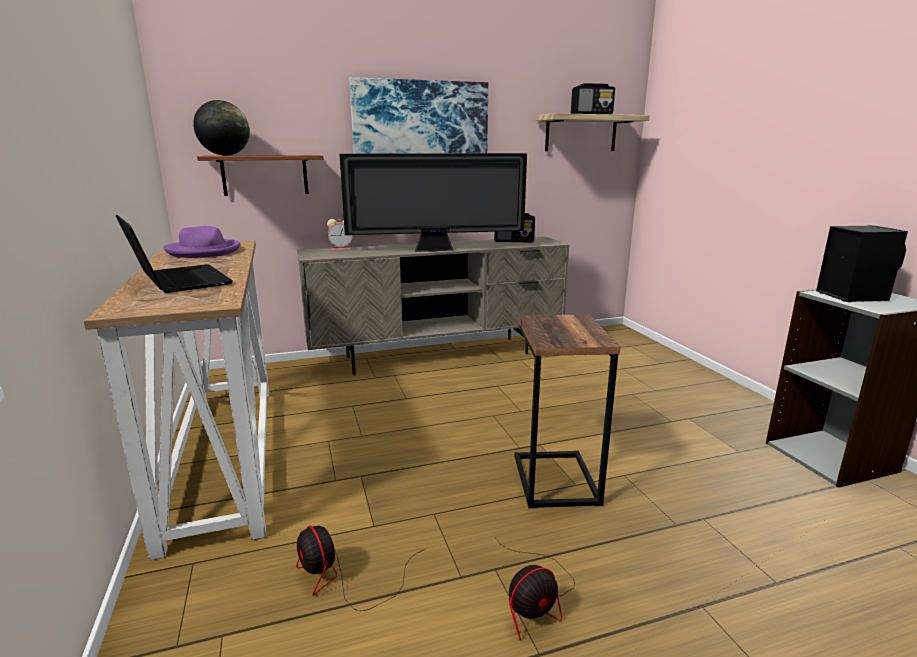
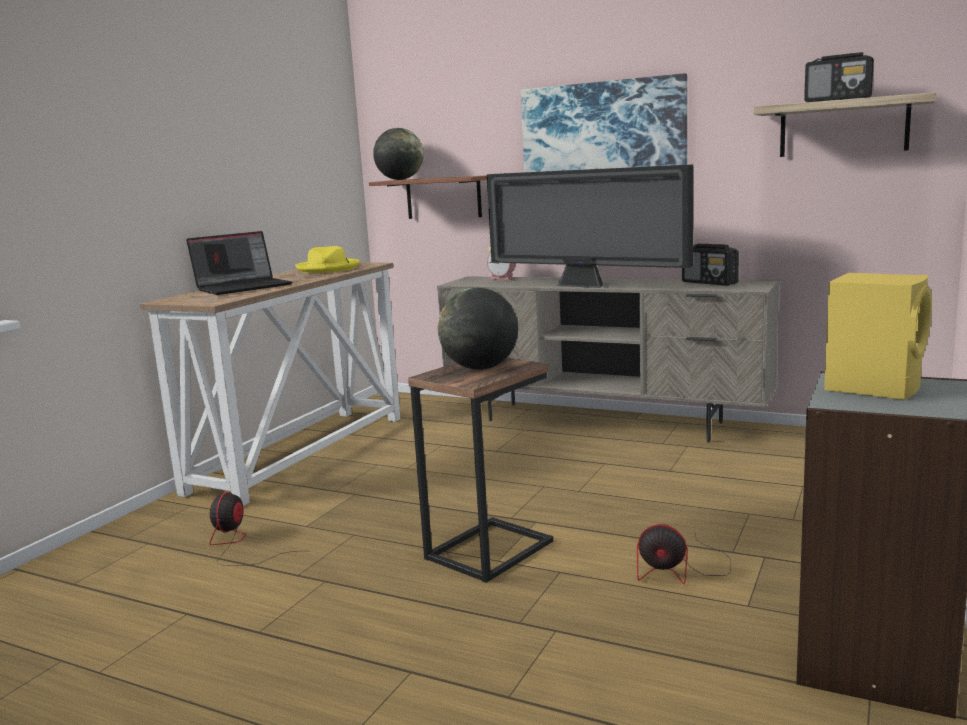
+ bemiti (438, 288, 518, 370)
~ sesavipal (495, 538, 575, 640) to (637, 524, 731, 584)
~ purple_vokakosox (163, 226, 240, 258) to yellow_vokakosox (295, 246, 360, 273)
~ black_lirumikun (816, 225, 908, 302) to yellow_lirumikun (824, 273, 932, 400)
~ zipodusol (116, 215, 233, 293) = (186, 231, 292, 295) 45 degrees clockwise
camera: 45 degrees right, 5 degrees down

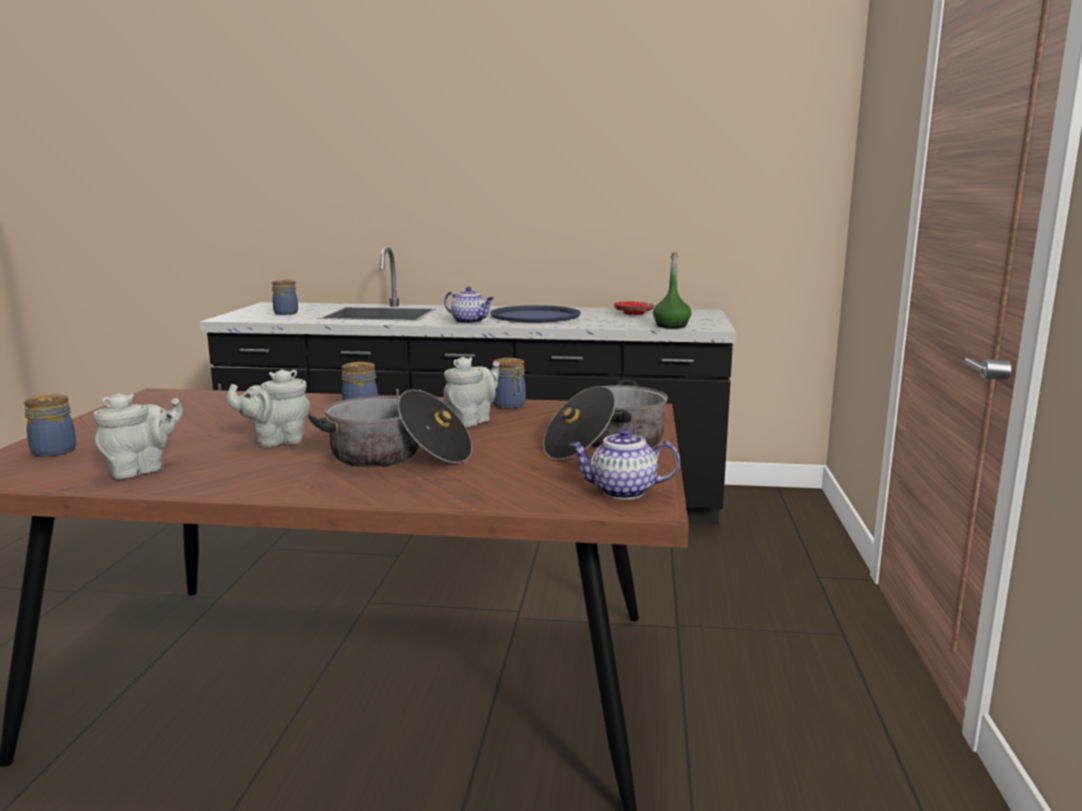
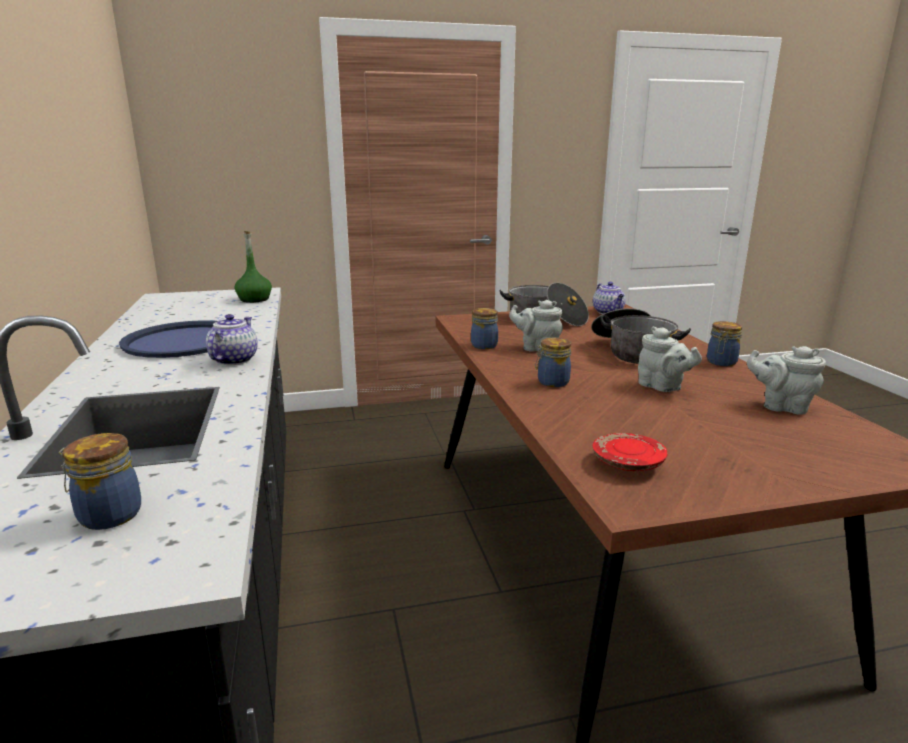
~ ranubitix (24, 394, 76, 457) to (707, 321, 742, 366)
~ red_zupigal (614, 301, 654, 315) to (593, 433, 668, 471)
camera: 110 degrees left, 5 degrees up

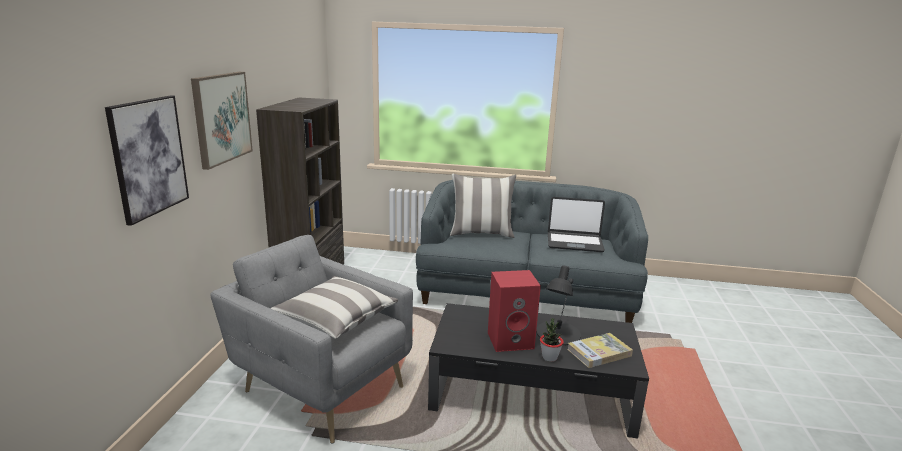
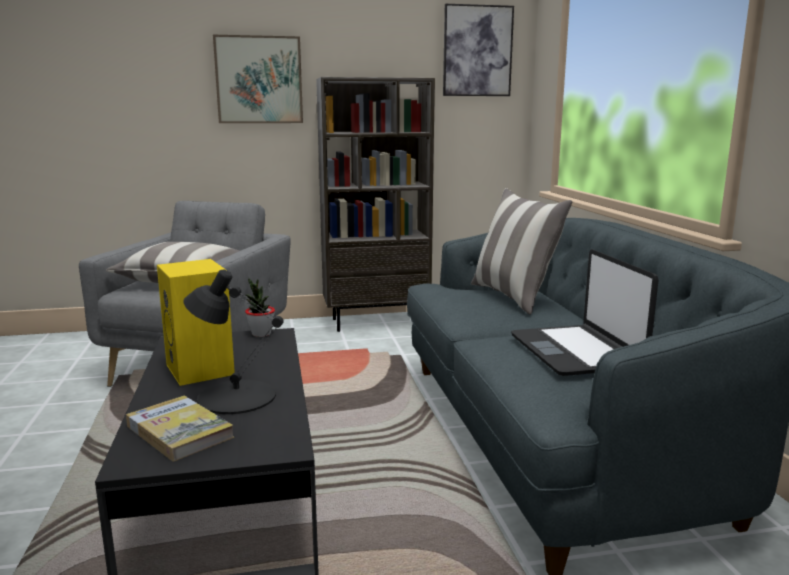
~ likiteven (105, 95, 189, 226) to (443, 4, 514, 96)
~ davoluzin (540, 318, 564, 362) to (245, 278, 275, 337)
~ red_lirumikun (488, 270, 541, 352) to yellow_lirumikun (157, 259, 235, 386)
camera: 70 degrees right, 5 degrees down

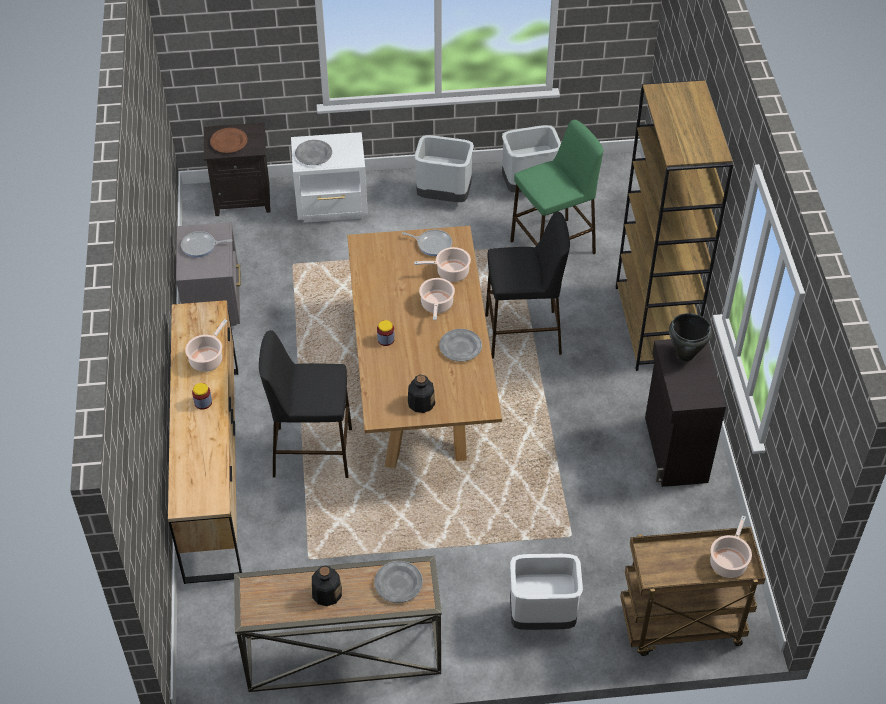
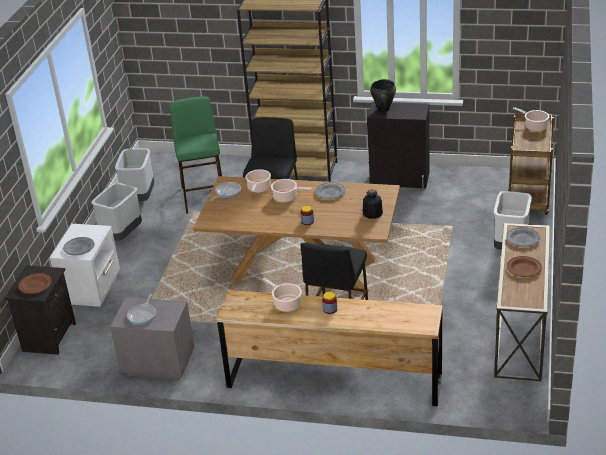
~ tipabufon (312, 565, 342, 606) to brown_zupigal (507, 256, 542, 277)
camera: 70 degrees left, 15 degrees down

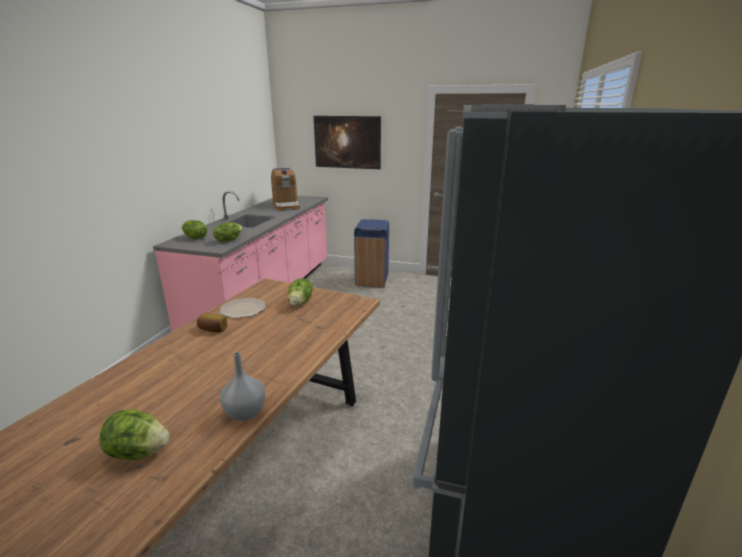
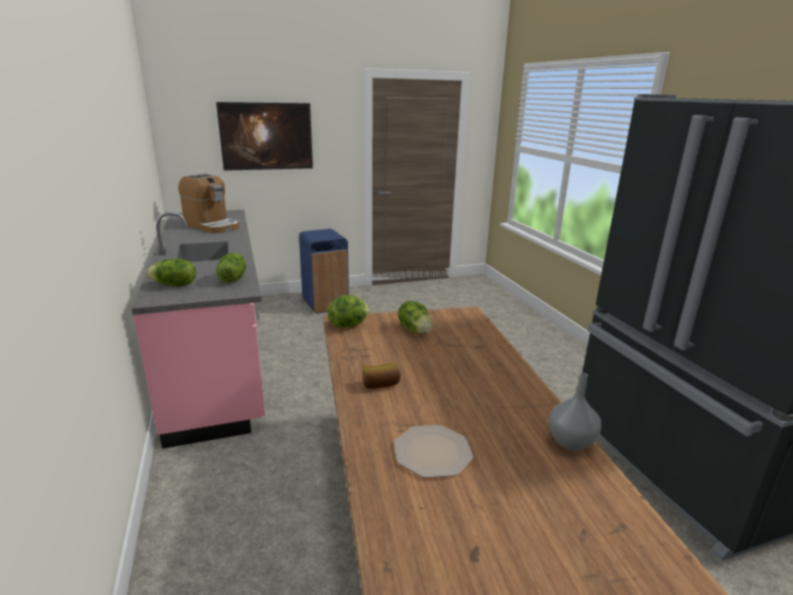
~ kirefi (99, 409, 169, 460) to (327, 295, 369, 328)
~ zupigal (220, 298, 265, 318) to (394, 425, 473, 478)
camera: 35 degrees left, 0 degrees up

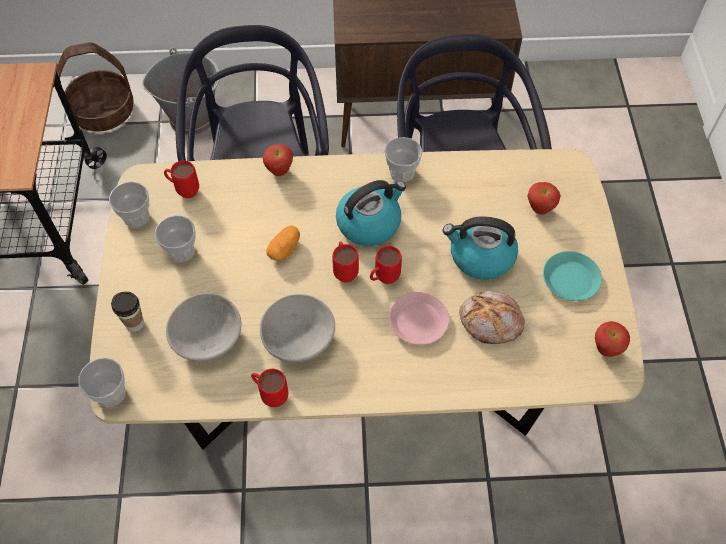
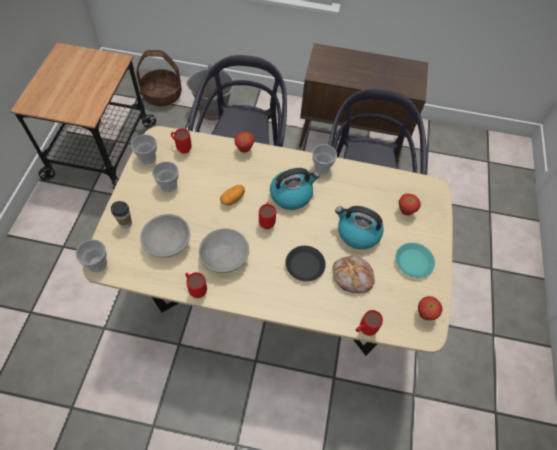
~ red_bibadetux (370, 246, 402, 284) to (356, 310, 383, 336)
~ pink_zupigal (389, 292, 449, 345) to black_zupigal (285, 246, 326, 282)
camera: 10 degrees right, 0 degrees up

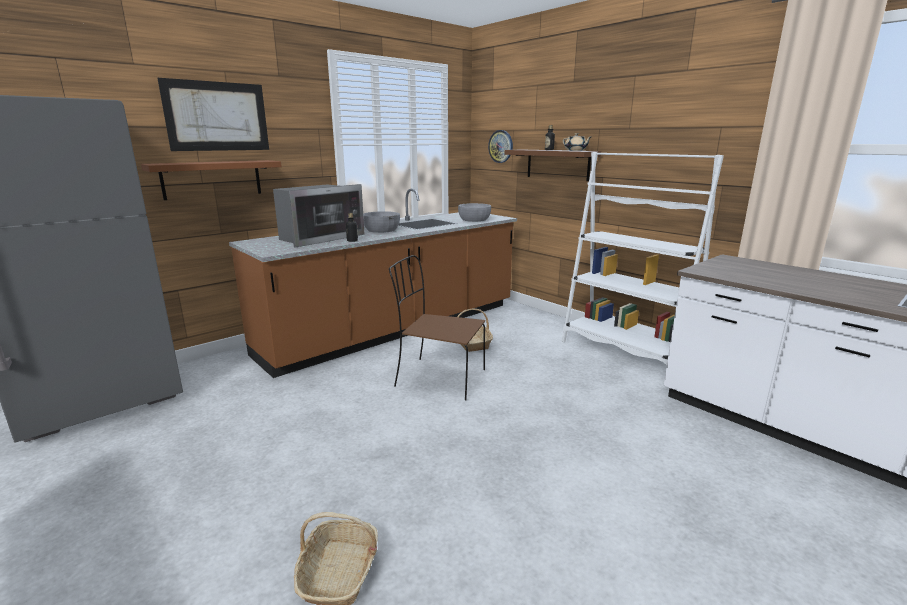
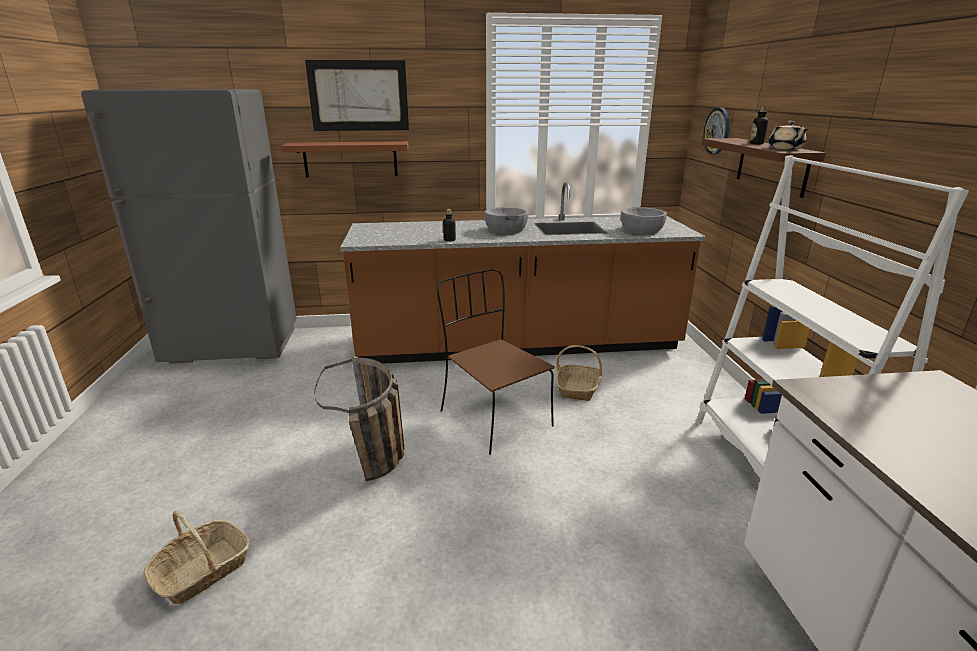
- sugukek (273, 184, 365, 248)
+ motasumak (314, 358, 404, 481)
camera: 35 degrees right, 5 degrees up

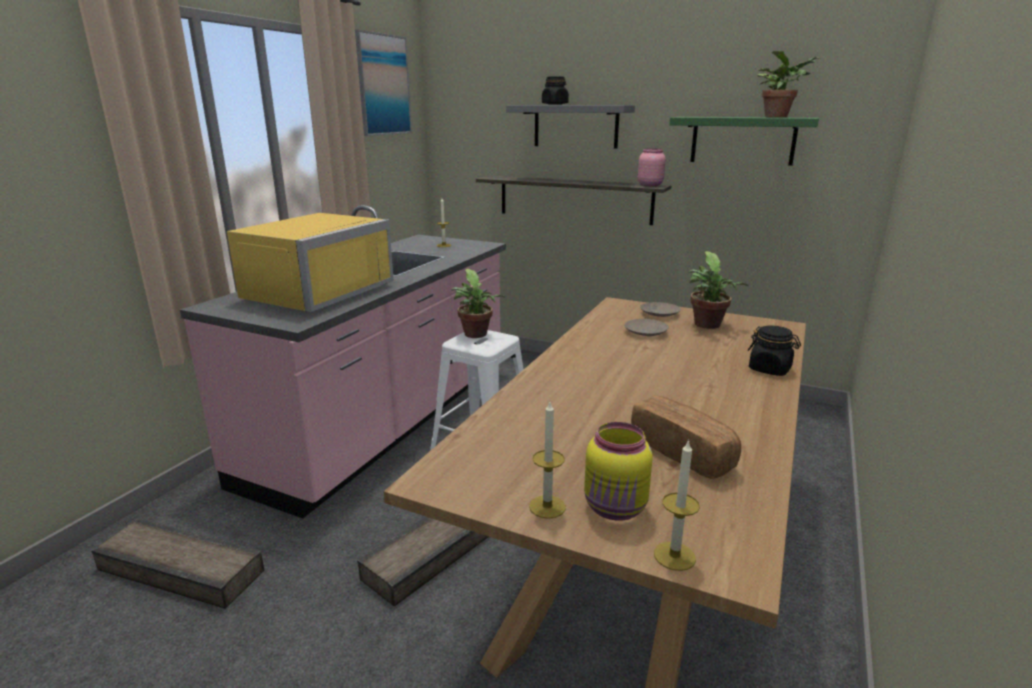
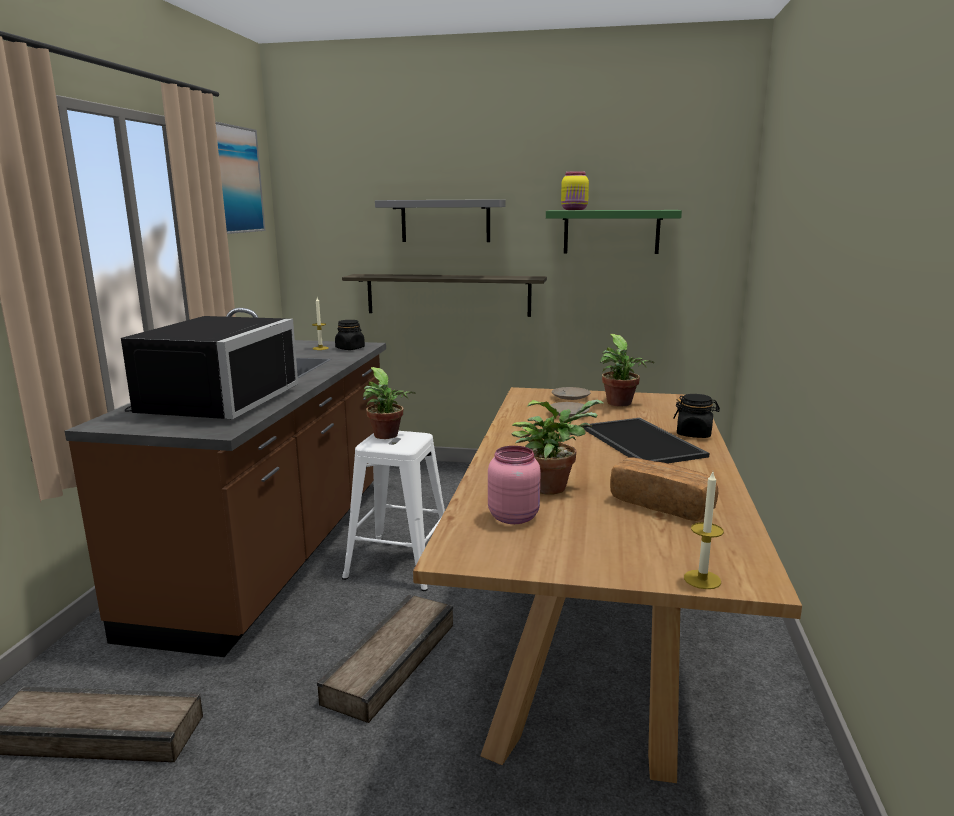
- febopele (529, 402, 566, 519)
+ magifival (583, 418, 709, 463)
~ black_ranubitix (542, 76, 569, 105) to (335, 320, 365, 350)
~ yellow_ranubitix (584, 422, 653, 521) to (561, 171, 589, 210)
~ pink_ranubitix (638, 148, 666, 186) to (488, 446, 541, 524)
~ davoluzin (757, 51, 820, 117) to (511, 400, 603, 495)
~ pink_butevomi (180, 205, 506, 518) to brown_butevomi (65, 308, 386, 657)
~ yellow_sugukek (227, 213, 394, 312) to black_sugukek (121, 316, 298, 419)
camera: 15 degrees left, 5 degrees down

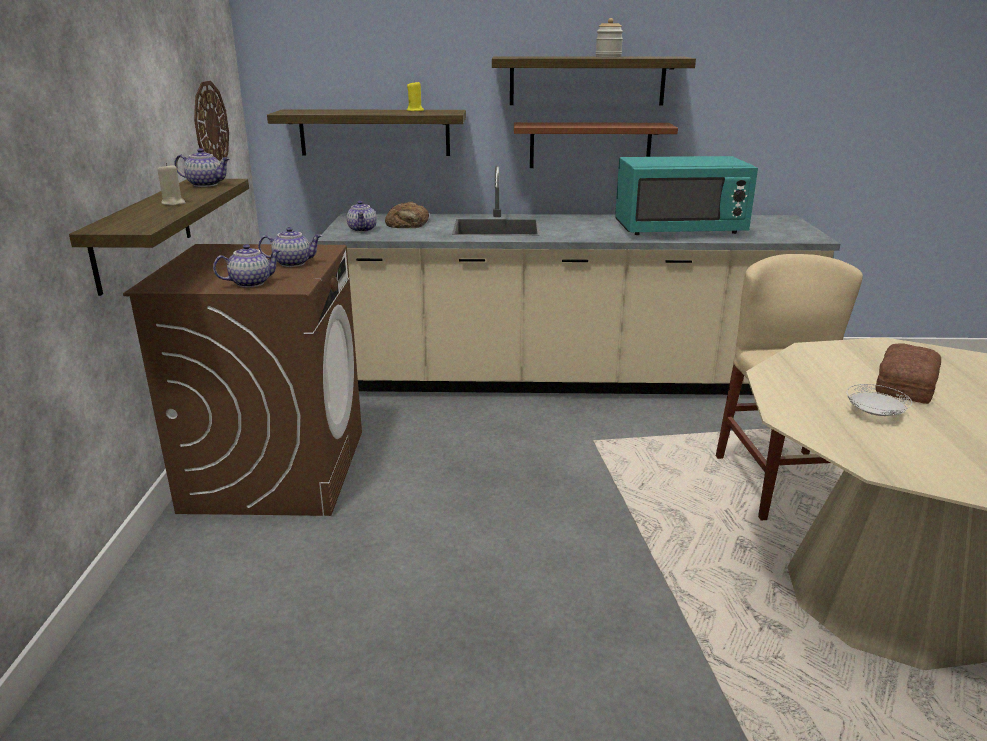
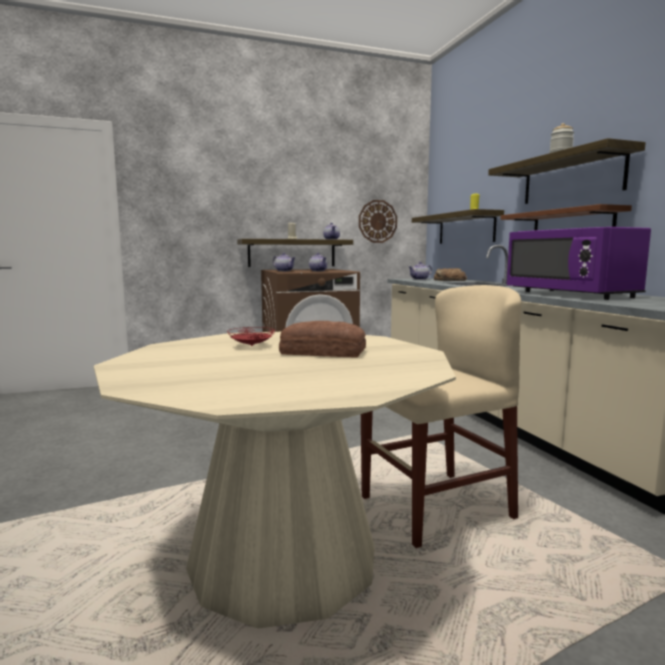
~ turquoise_sugukek (615, 156, 758, 235) to purple_sugukek (507, 227, 651, 300)
~ white_zupigal (847, 384, 912, 416) to red_zupigal (227, 327, 275, 346)
camera: 70 degrees right, 15 degrees down

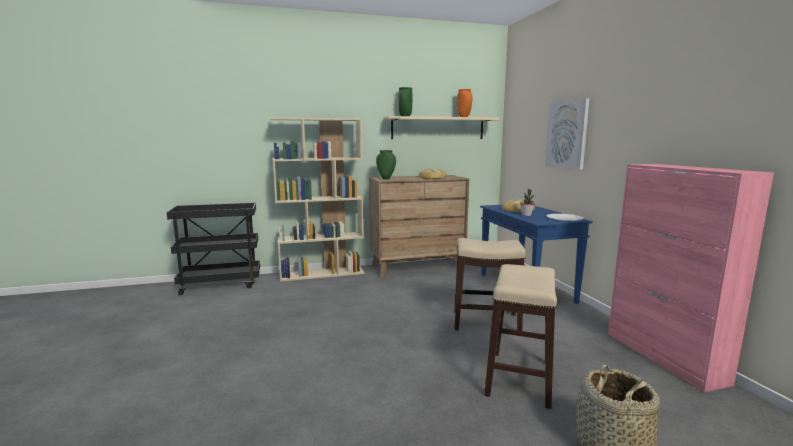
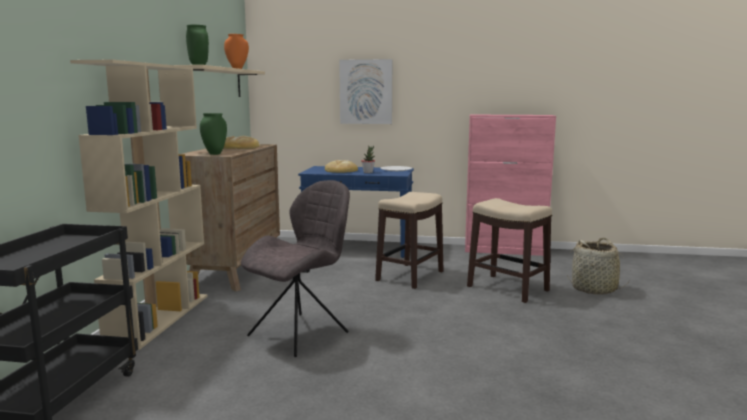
+ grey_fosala (241, 180, 350, 357)
camera: 65 degrees left, 0 degrees up

